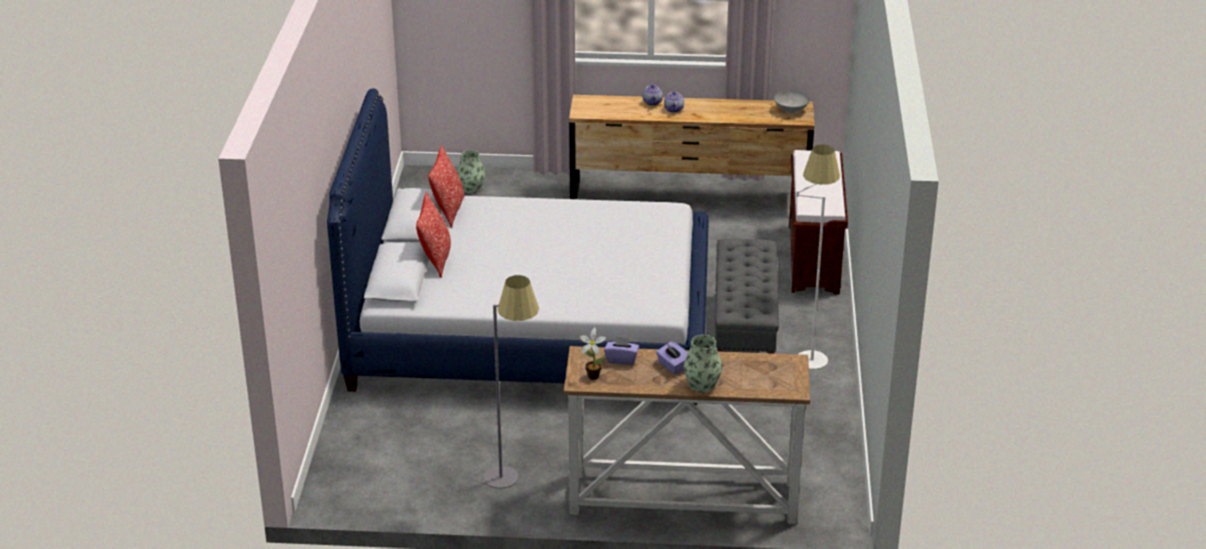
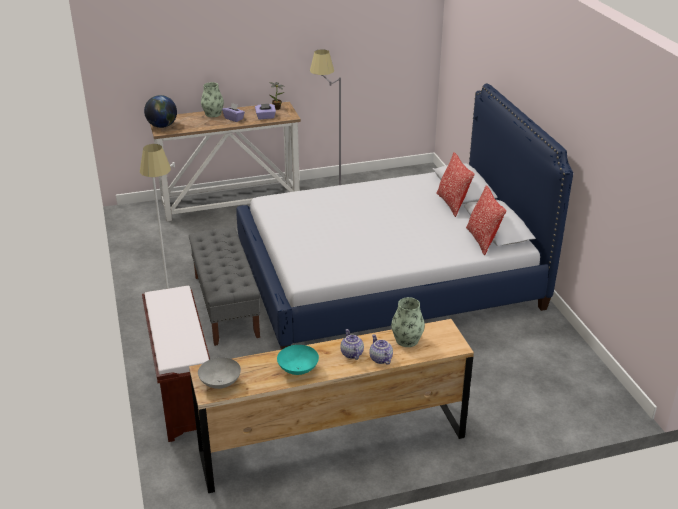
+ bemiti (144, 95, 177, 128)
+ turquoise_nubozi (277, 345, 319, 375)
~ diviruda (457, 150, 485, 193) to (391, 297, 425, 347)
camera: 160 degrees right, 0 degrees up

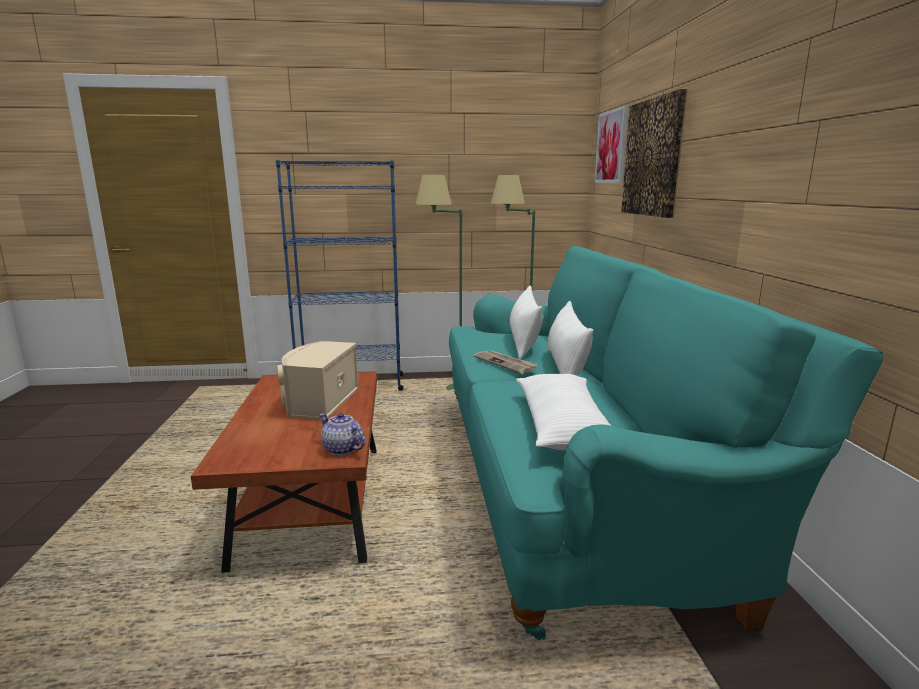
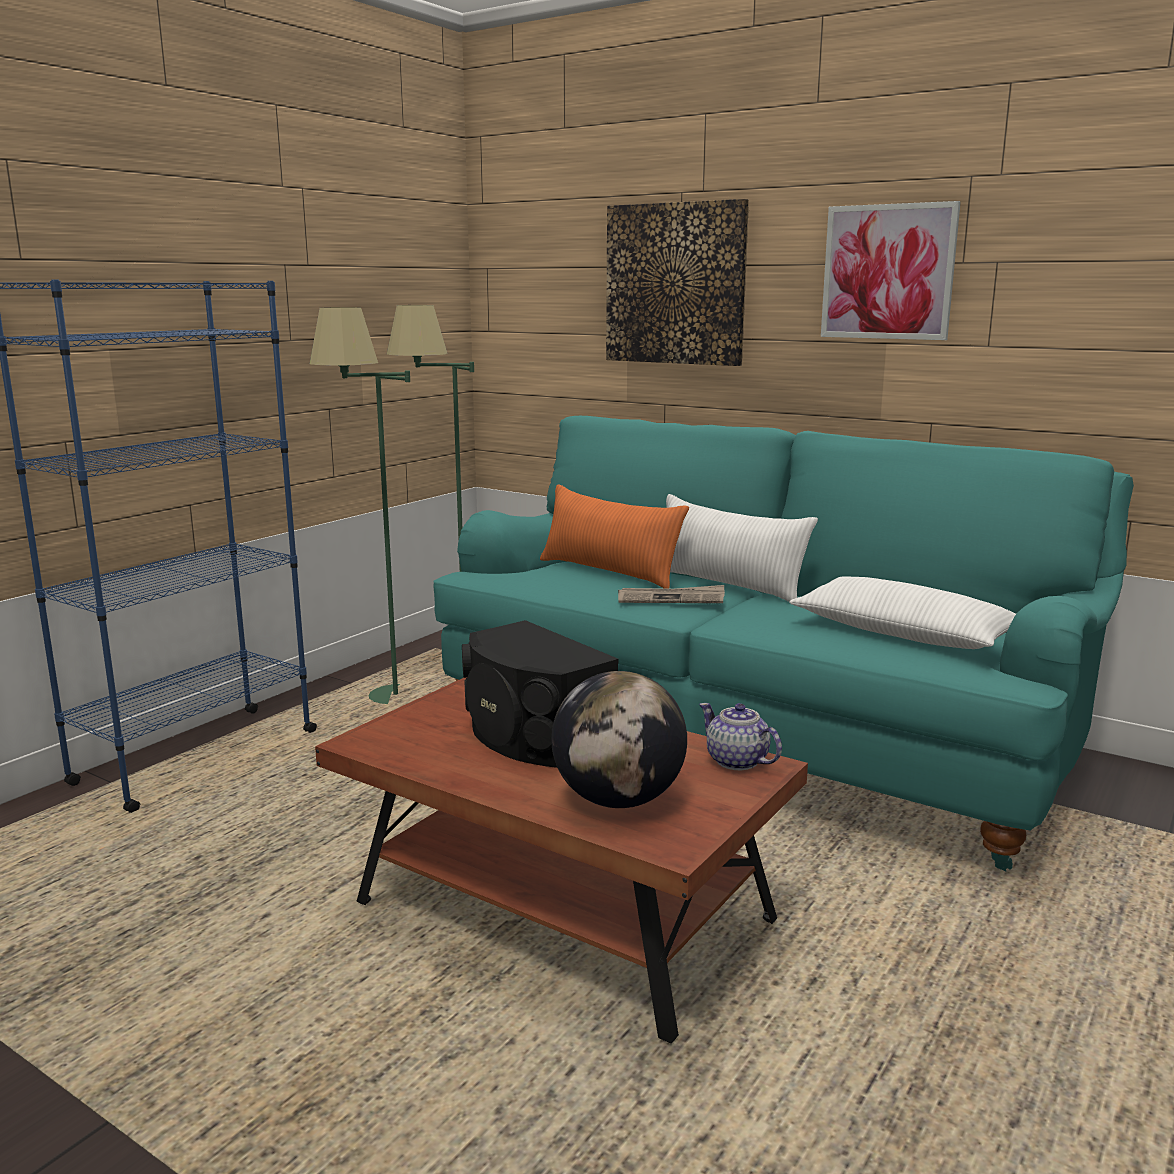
+ bemiti (551, 671, 687, 808)
~ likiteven (594, 105, 628, 183) to (821, 201, 961, 340)
~ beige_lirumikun (278, 341, 359, 420) to black_lirumikun (462, 620, 619, 768)
~ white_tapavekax (510, 286, 543, 359) to orange_tapavekax (540, 484, 689, 589)
~ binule (319, 413, 366, 455) = (699, 703, 782, 770) 60 degrees clockwise
camera: 50 degrees left, 0 degrees up

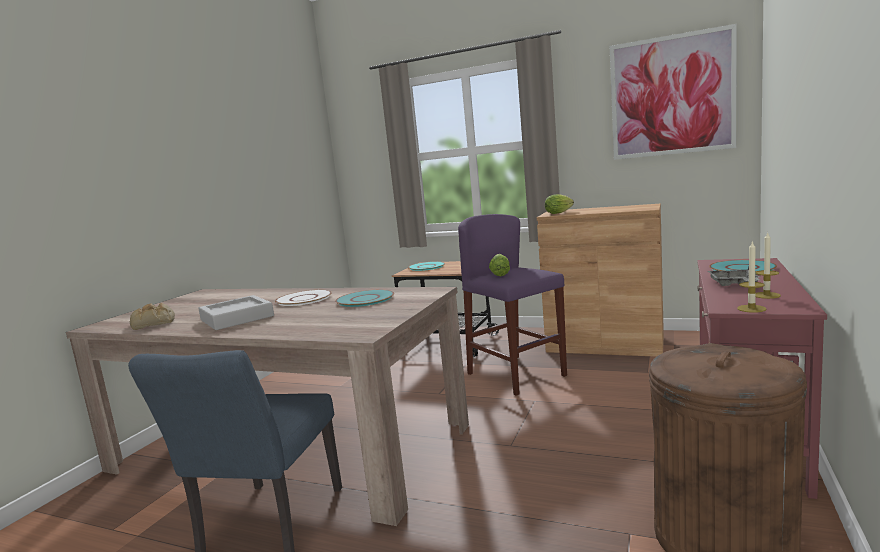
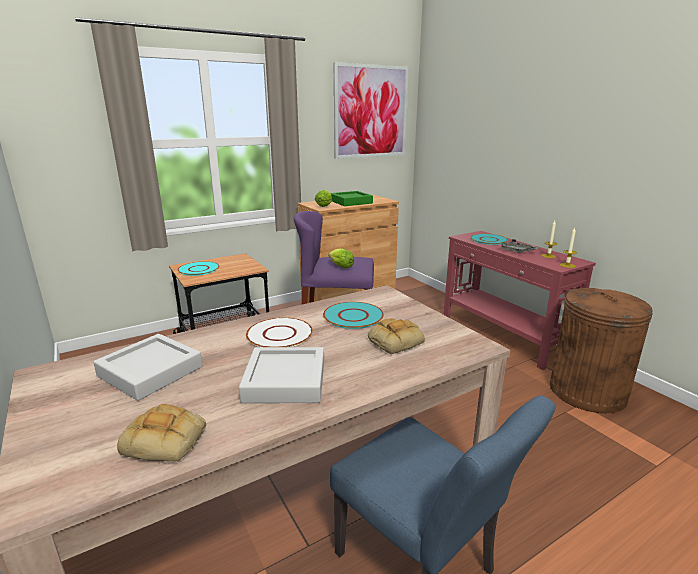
+ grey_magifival (93, 334, 203, 401)
+ green_magifival (331, 191, 373, 206)
+ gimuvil (368, 319, 425, 354)
camera: 55 degrees left, 10 degrees up

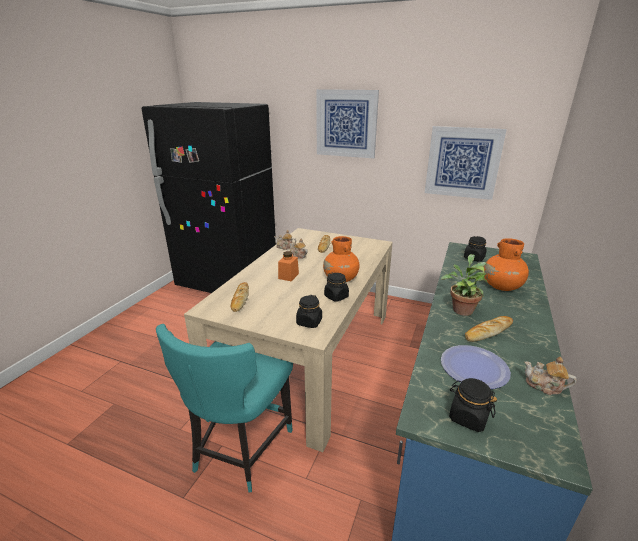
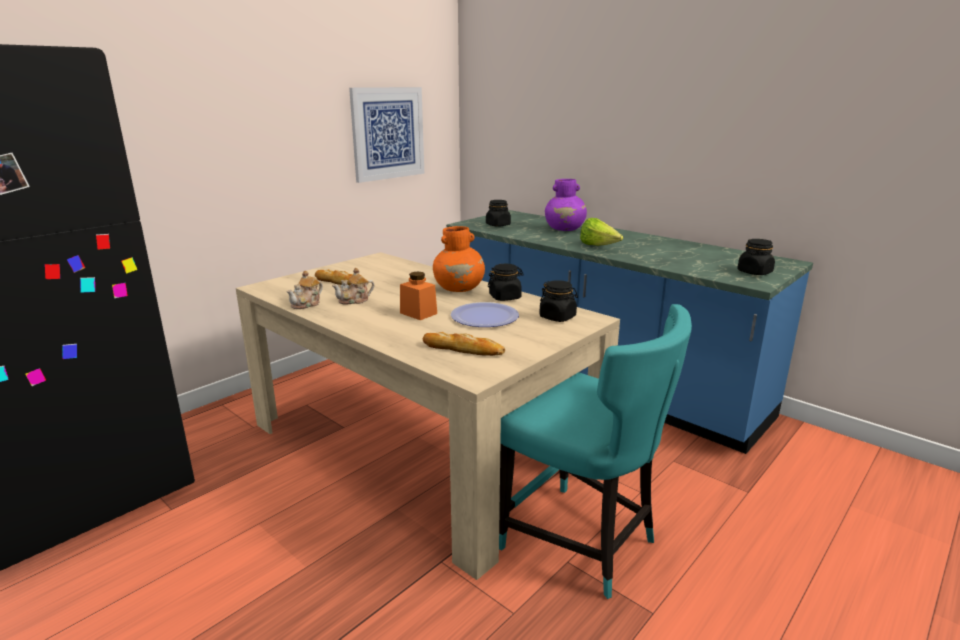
- likiteven (317, 89, 379, 158)
- gimuvil (465, 316, 513, 342)
- binule (525, 357, 577, 395)
~ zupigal (441, 345, 511, 389) to (451, 302, 519, 327)
~ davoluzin (441, 254, 488, 316) to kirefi (580, 218, 623, 246)
~ orange_diviruda (484, 238, 529, 291) to purple_diviruda (545, 179, 587, 231)
camera: 70 degrees left, 5 degrees down

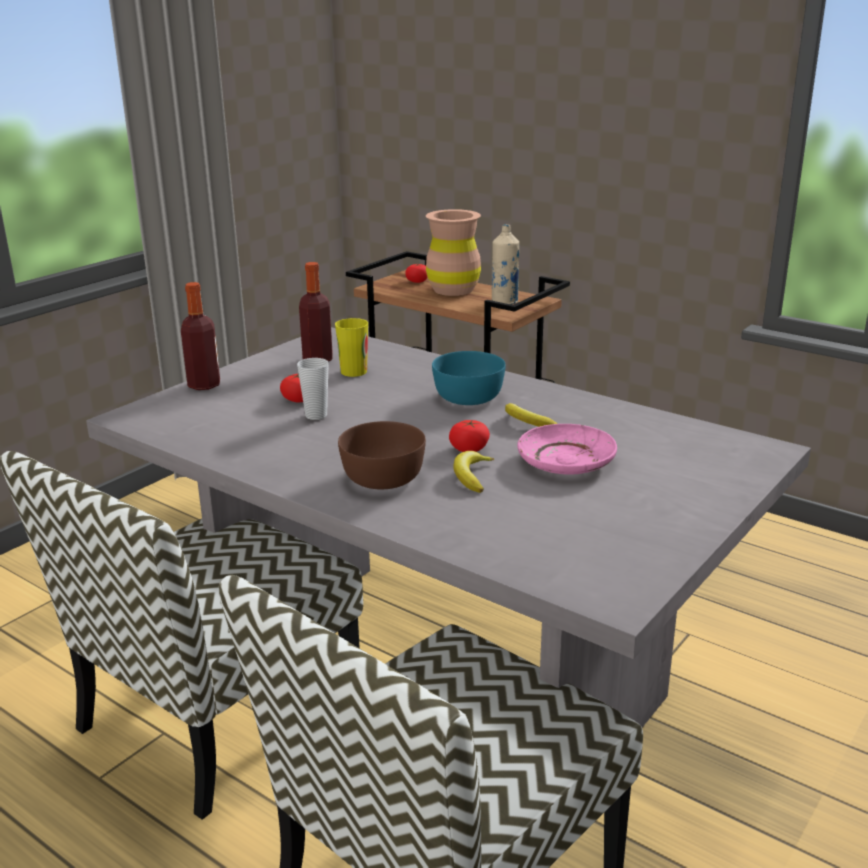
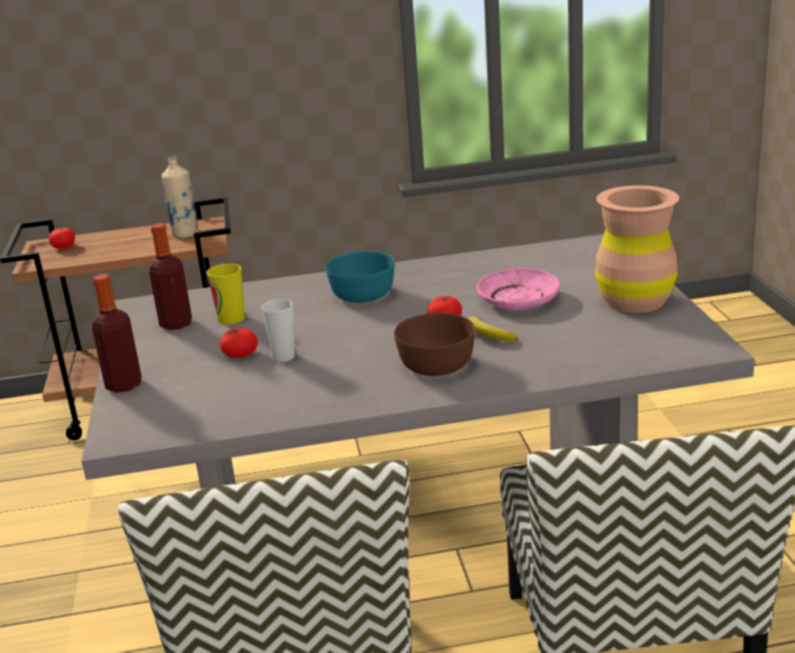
- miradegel (505, 403, 558, 427)
~ brown_diviruda (426, 209, 481, 296) to (595, 185, 679, 313)
camera: 45 degrees left, 0 degrees up

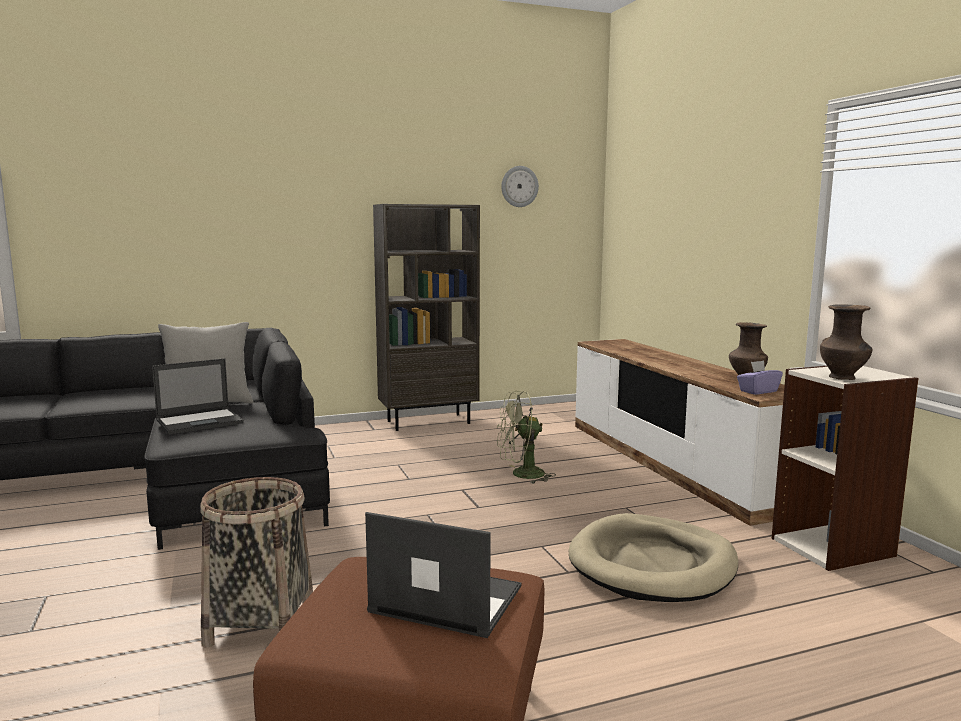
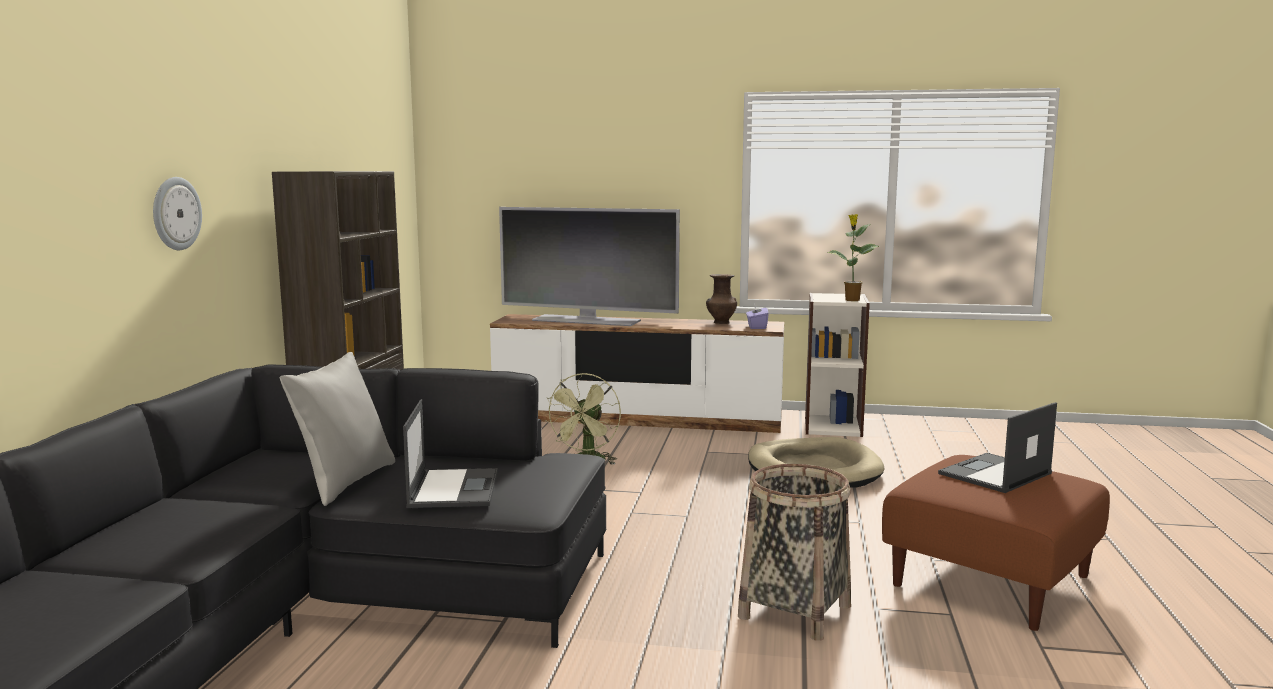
+ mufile (499, 207, 680, 326)
~ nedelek (501, 166, 539, 207) to (153, 177, 202, 250)
~ brown_diviruda (820, 304, 873, 380) to davoluzin (827, 214, 879, 301)
camera: 60 degrees left, 0 degrees up

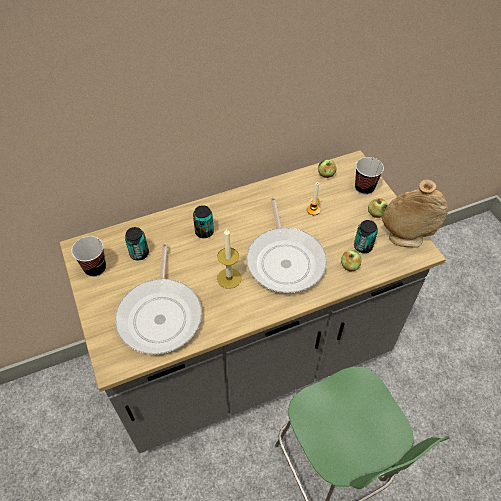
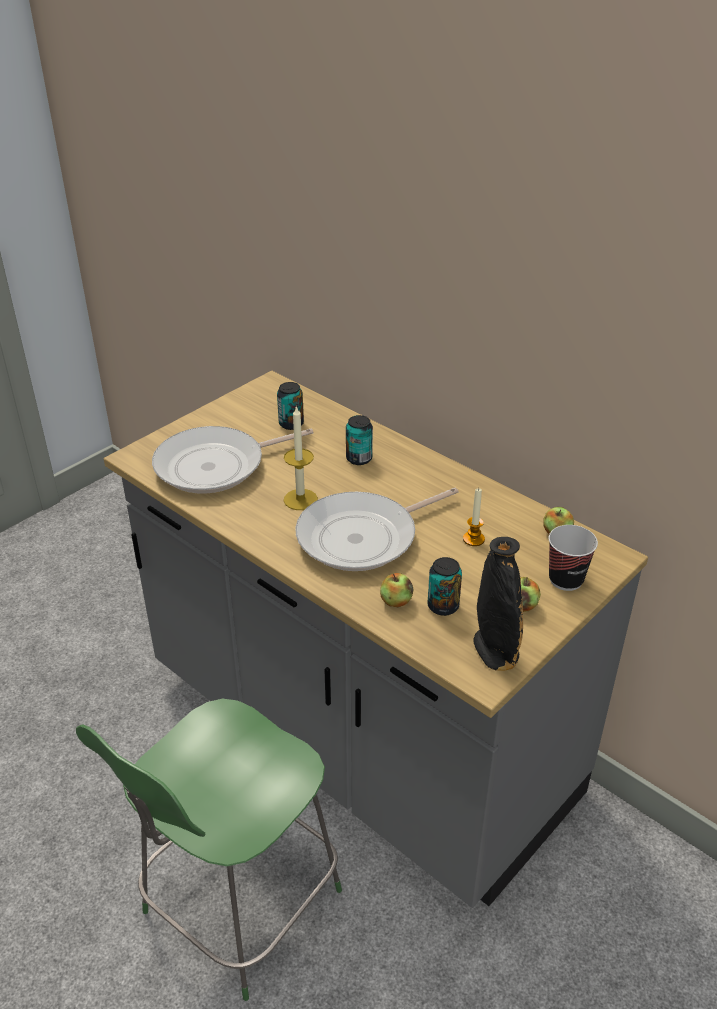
- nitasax (72, 236, 106, 277)
~ beige_diviruda (382, 180, 449, 248) to black_diviruda (473, 537, 523, 671)
camera: 65 degrees right, 15 degrees down

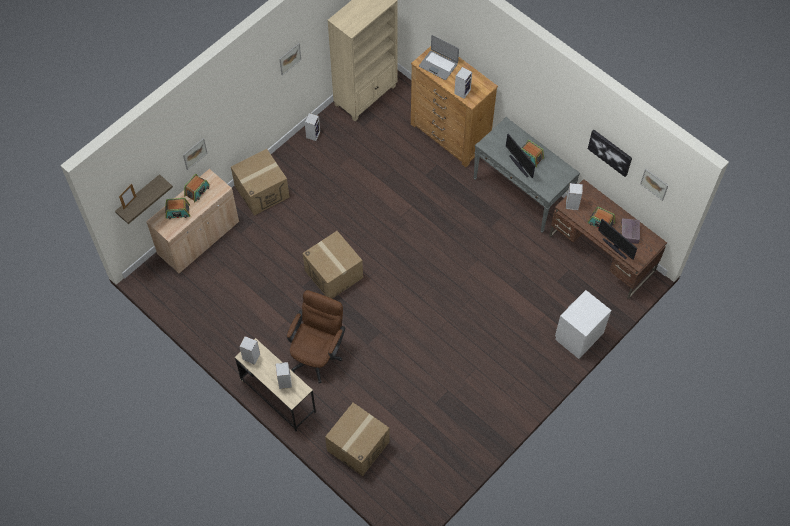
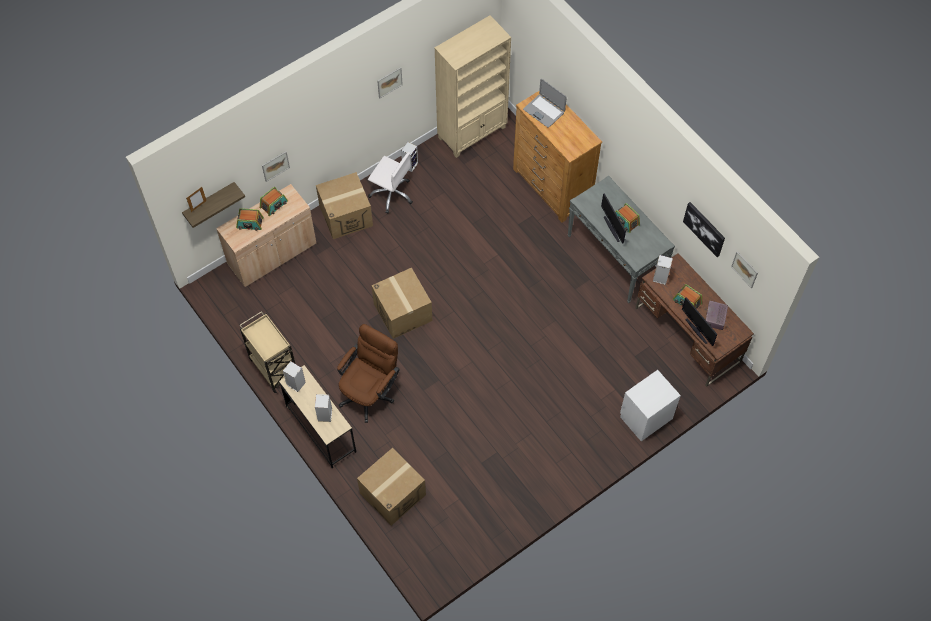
- lirumikun (454, 67, 472, 99)
+ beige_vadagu (240, 311, 295, 393)
+ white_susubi (368, 152, 413, 213)
camera: 10 degrees right, 0 degrees up

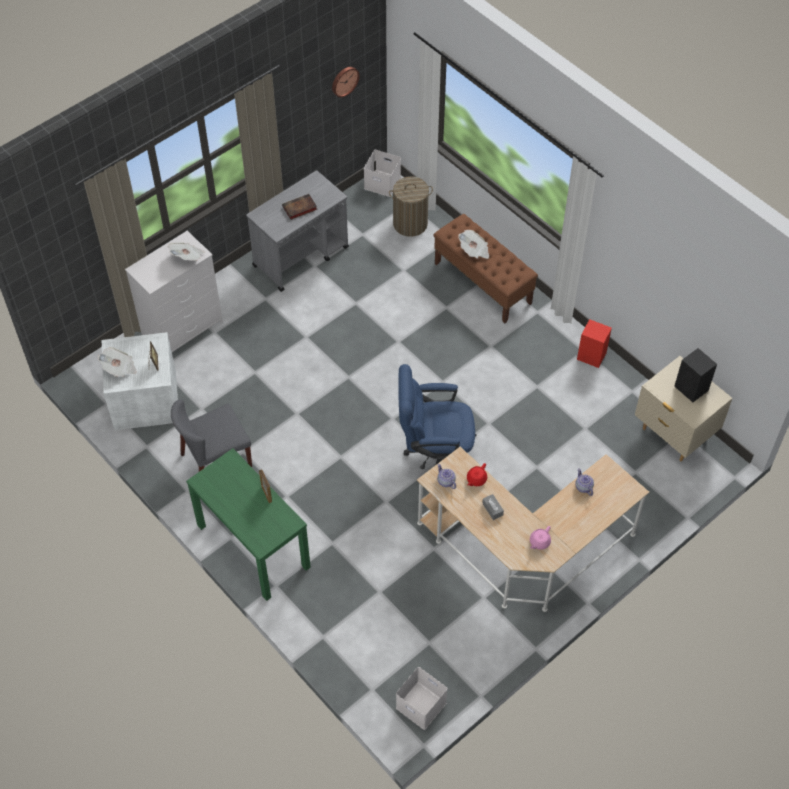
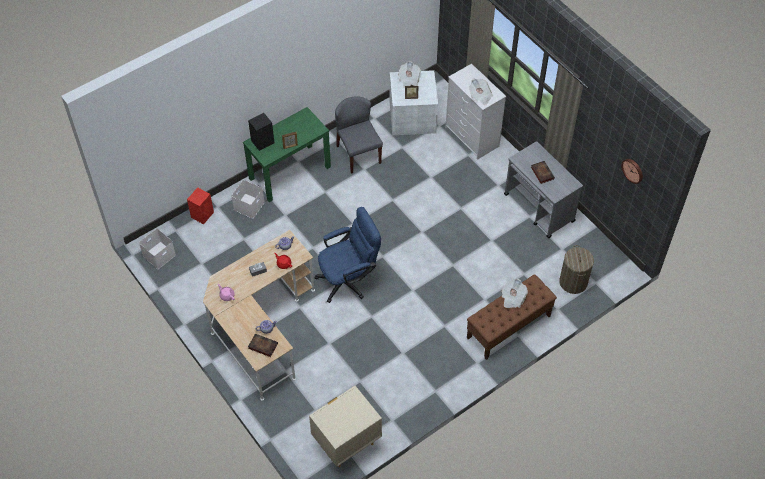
+ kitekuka (248, 334, 278, 357)
~ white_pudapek (364, 150, 401, 197) to (231, 180, 265, 219)
~ red_lirumikun (577, 319, 612, 368) to (187, 187, 214, 224)
~ black_lirumikun (674, 348, 717, 402) to (248, 113, 274, 151)
~ blue_susubi (398, 364, 476, 469) = (315, 207, 381, 303) 60 degrees clockwise
camera: 95 degrees right, 0 degrees up

